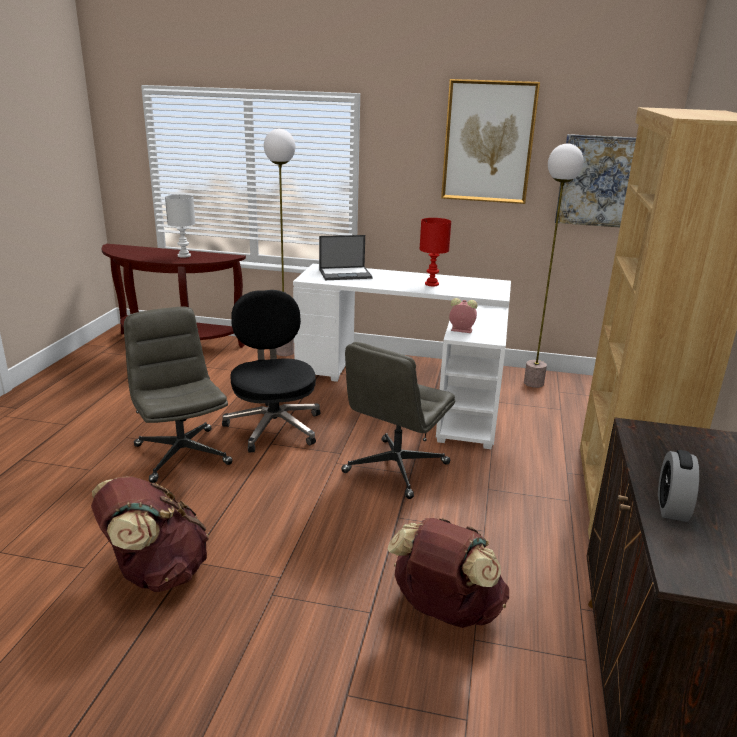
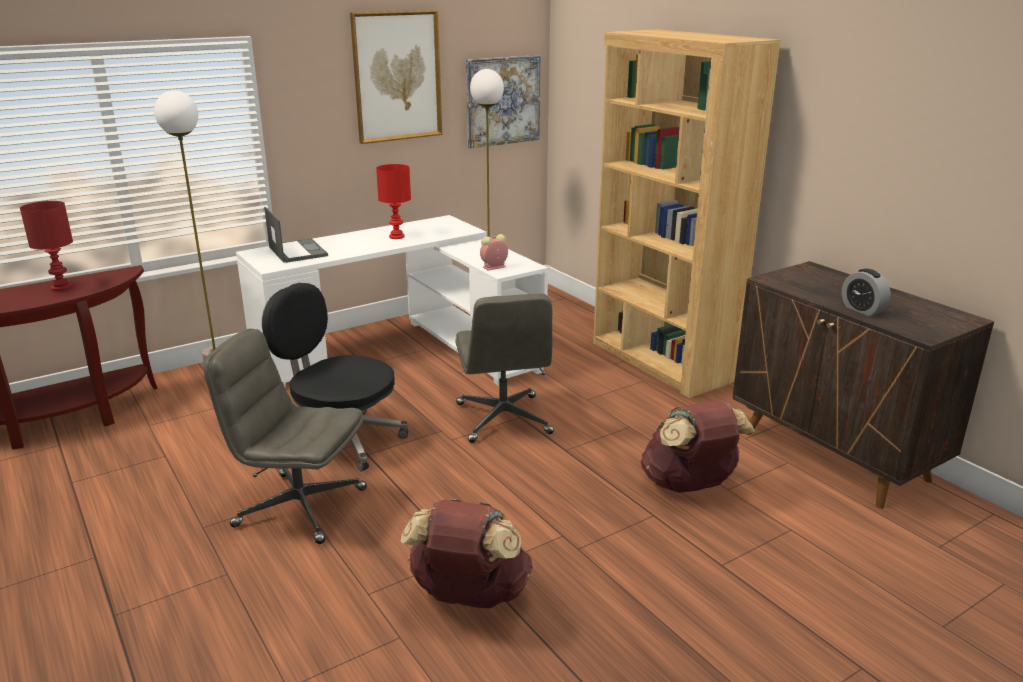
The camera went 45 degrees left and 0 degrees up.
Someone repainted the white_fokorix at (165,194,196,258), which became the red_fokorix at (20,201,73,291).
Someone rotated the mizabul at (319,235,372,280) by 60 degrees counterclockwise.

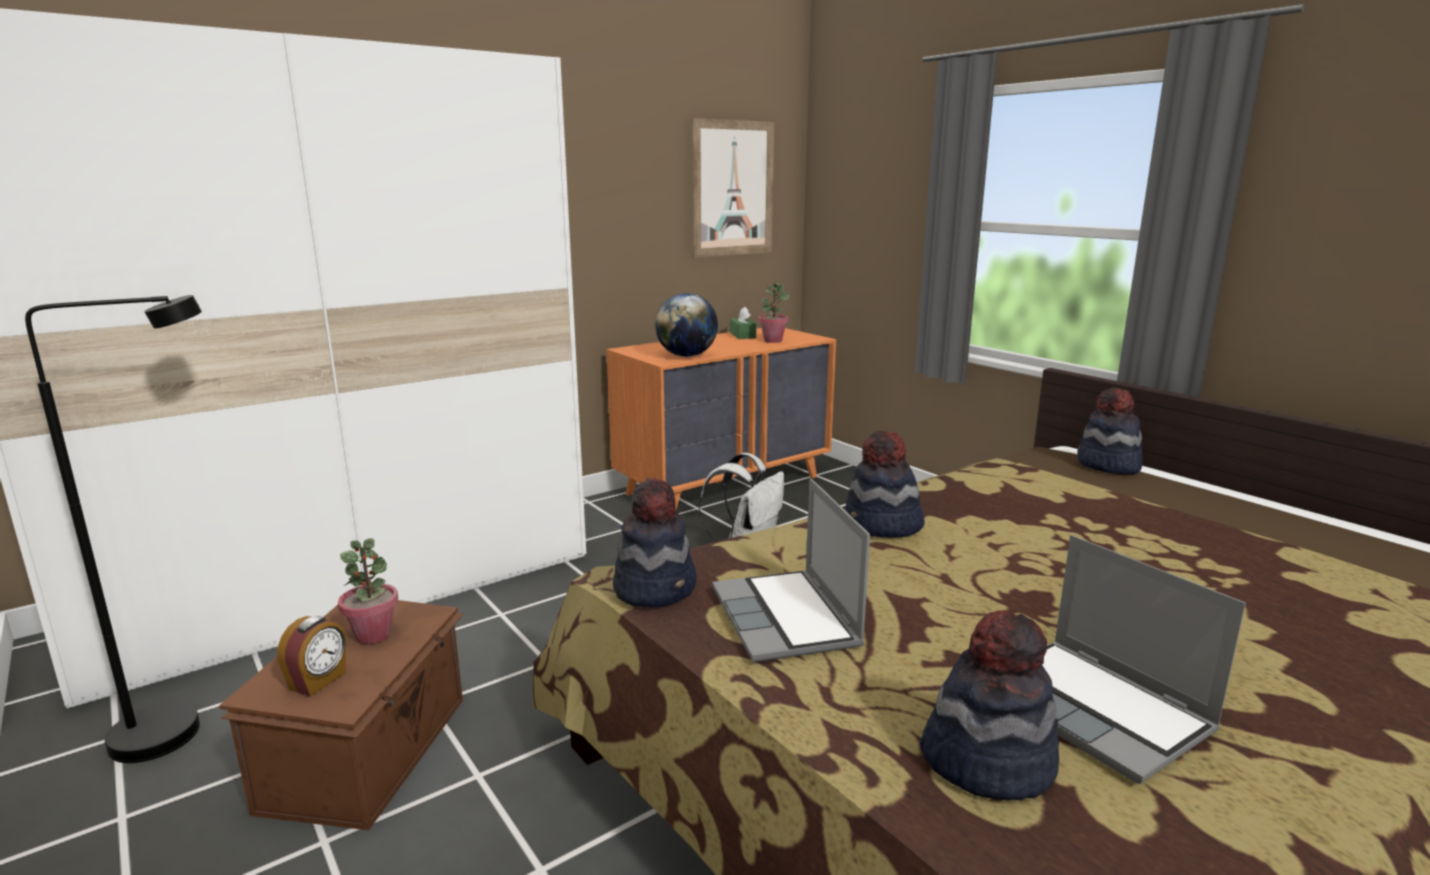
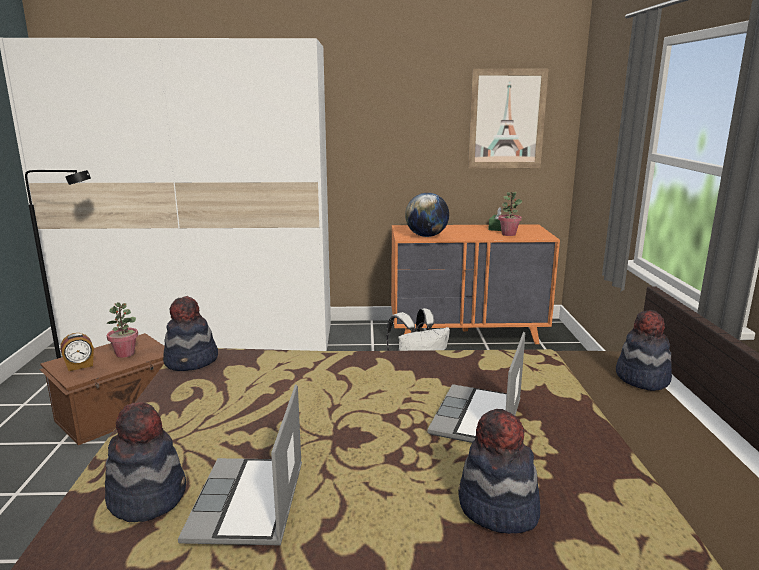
The camera went 35 degrees right and 0 degrees up.
Someone carried the mizabul from (712,478,870,662) to (427,332,525,443).
Someone carried the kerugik from (845,431,925,538) to (458,409,540,534).

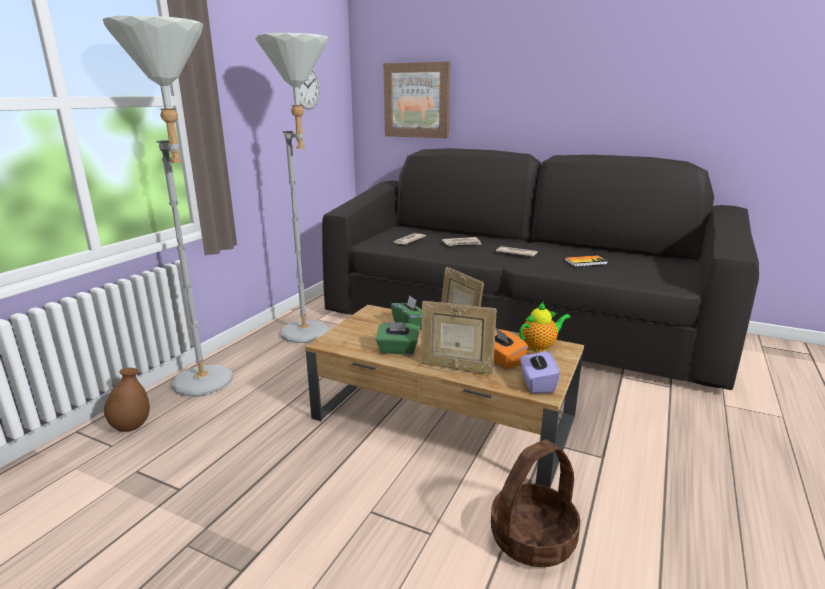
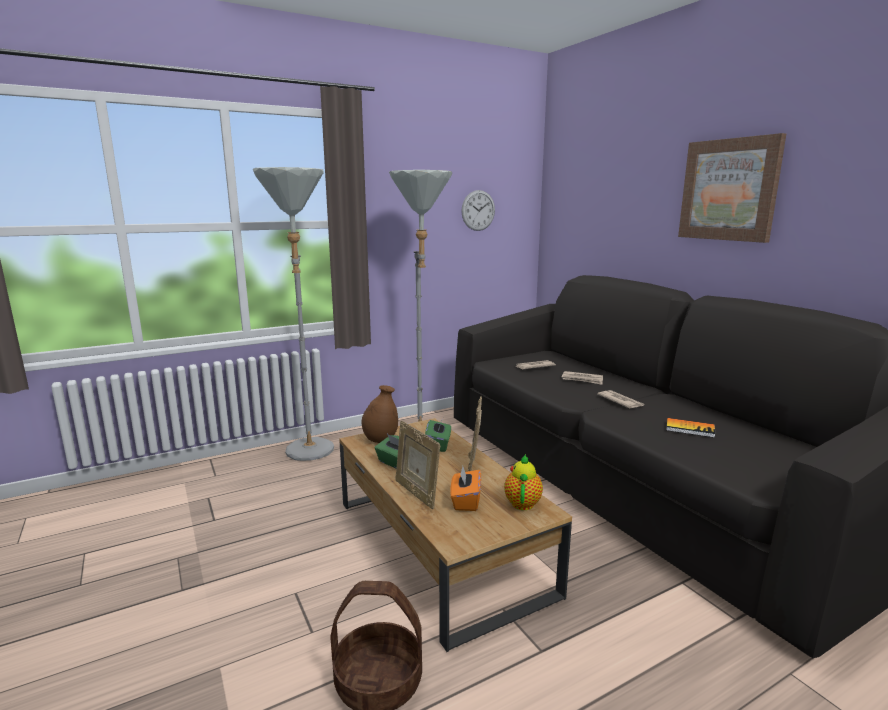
The camera went 35 degrees right and 5 degrees down.
Someone carried the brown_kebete from (104,368,150,432) to (361,385,398,443).
Someone rotated the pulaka at (519,302,571,352) by 90 degrees counterclockwise.
Someone carried the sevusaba from (384,62,450,138) to (678,133,786,243).
Someone took away the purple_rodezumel at (520,349,560,393).

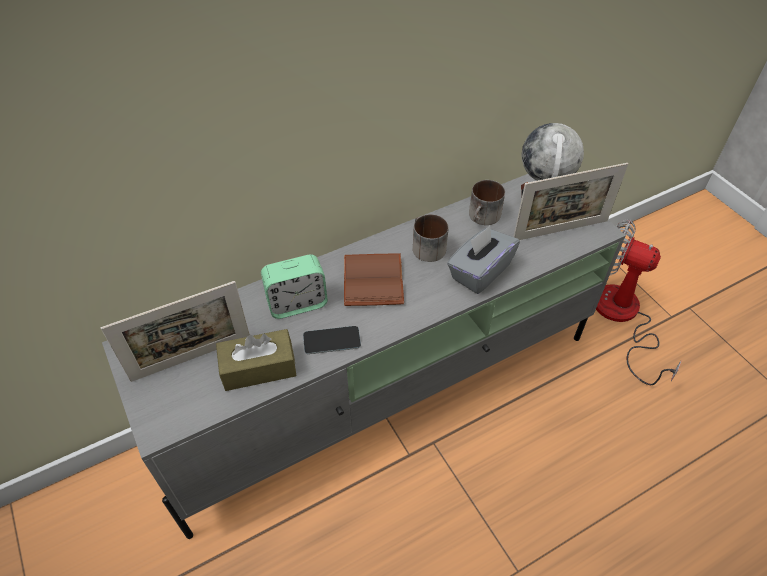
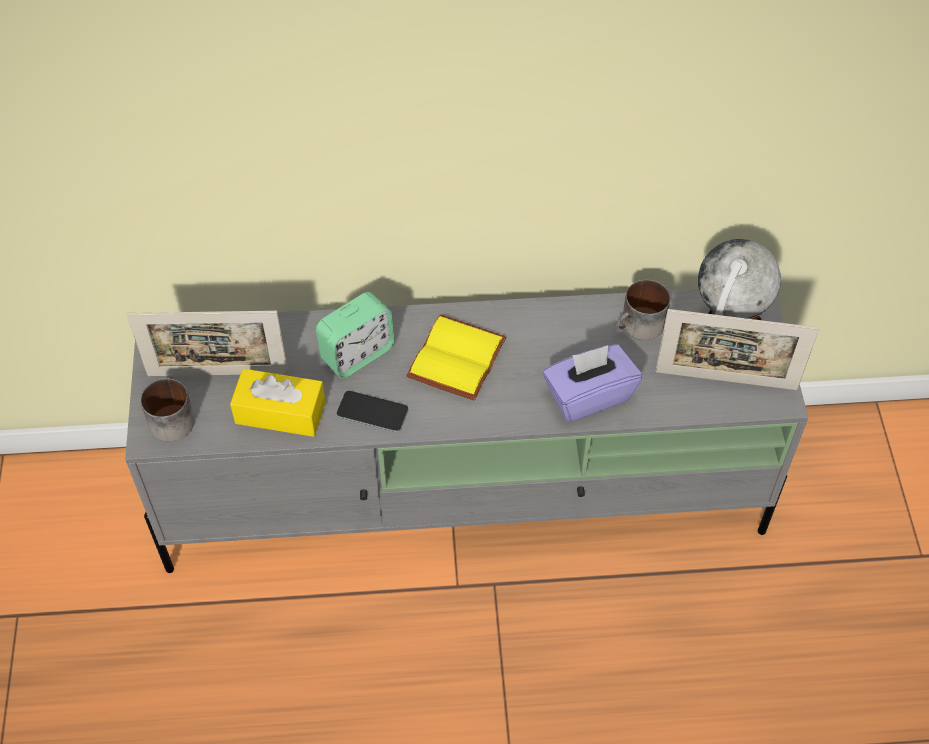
The camera went 25 degrees right and 5 degrees up.
Someone carried the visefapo from (413,214,449,262) to (141,376,195,441).
Someone repainted the brown_rodezumel at (216,329,297,391), which became the yellow_rodezumel at (230,369,325,437).
Someone rotated the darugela at (261,254,328,319) by 45 degrees counterclockwise.
Someone repainted the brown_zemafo at (344,253,404,306), which became the yellow_zemafo at (407,314,506,400).
Someone repainted the grey_rodezumel at (447,226,520,294), which became the purple_rodezumel at (543,344,642,422).
Someone took away the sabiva at (596,219,682,385).

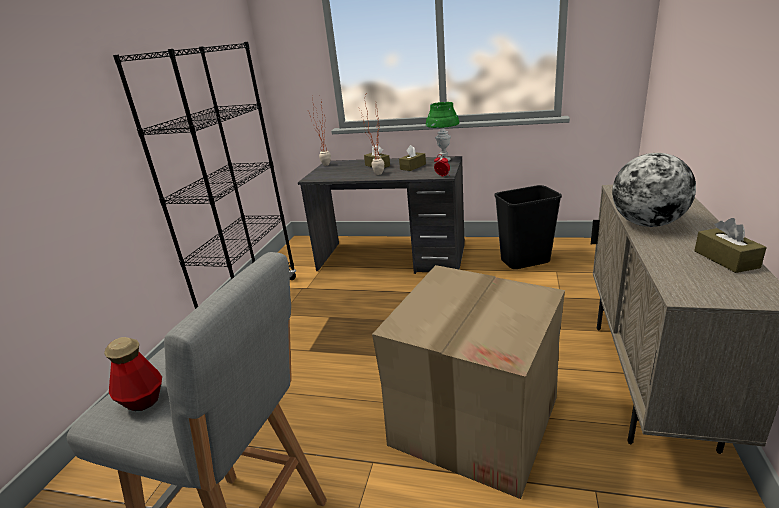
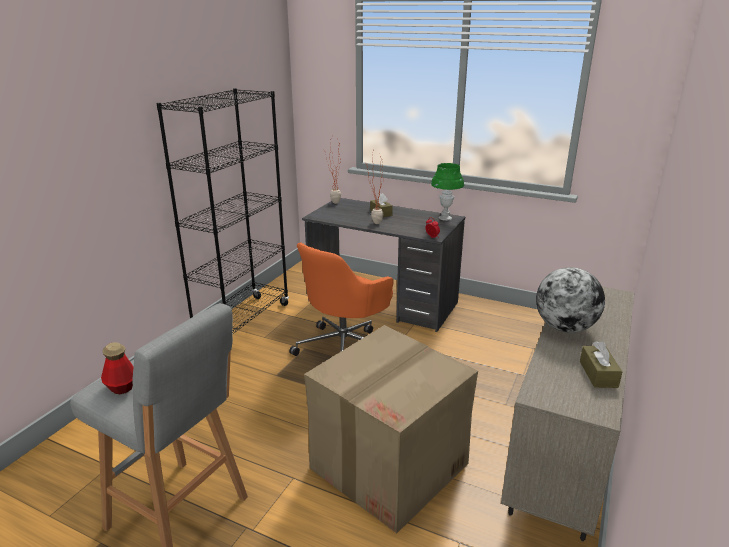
The camera went 10 degrees right and 0 degrees up.
Someone put down the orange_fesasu at (289,242,394,356).
Someone took away the brown_rodezumel at (399,145,426,171).
Someone took away the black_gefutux at (494,185,562,269).

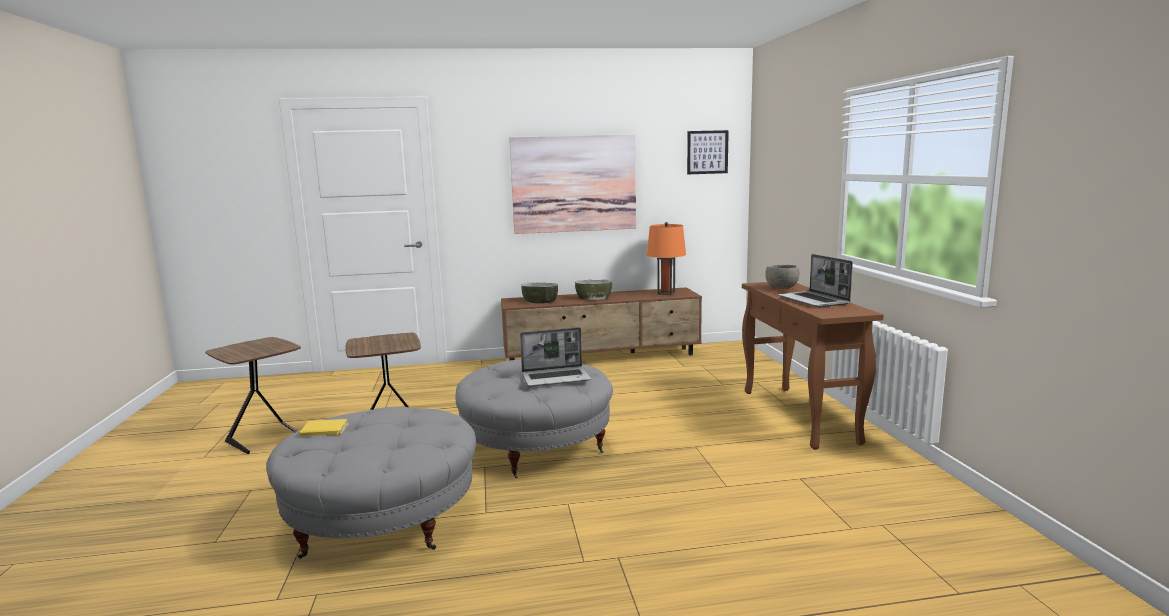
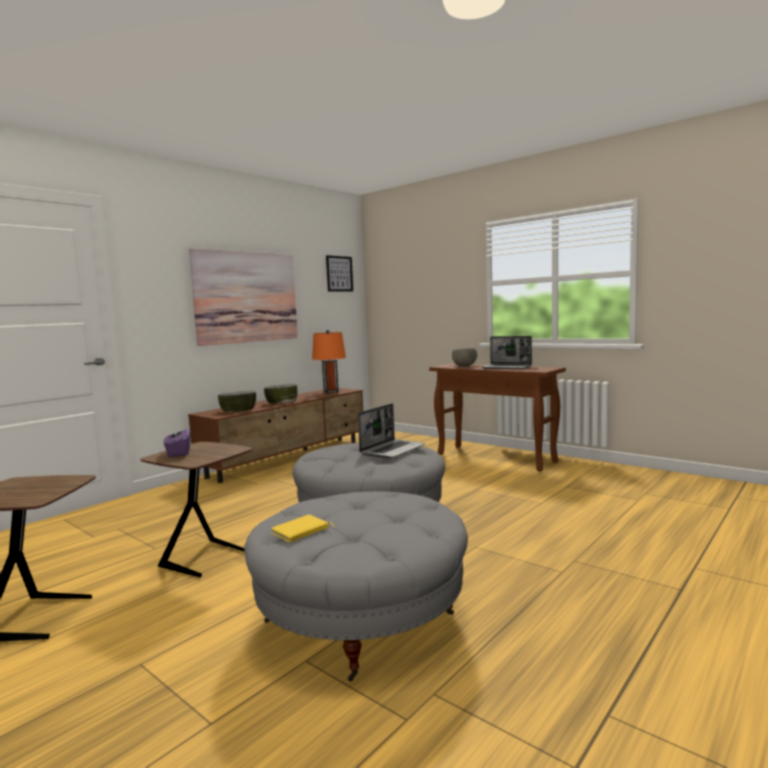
The camera went 40 degrees left and 5 degrees down.
Someone put down the purple_rodezumel at (163,424,191,457).

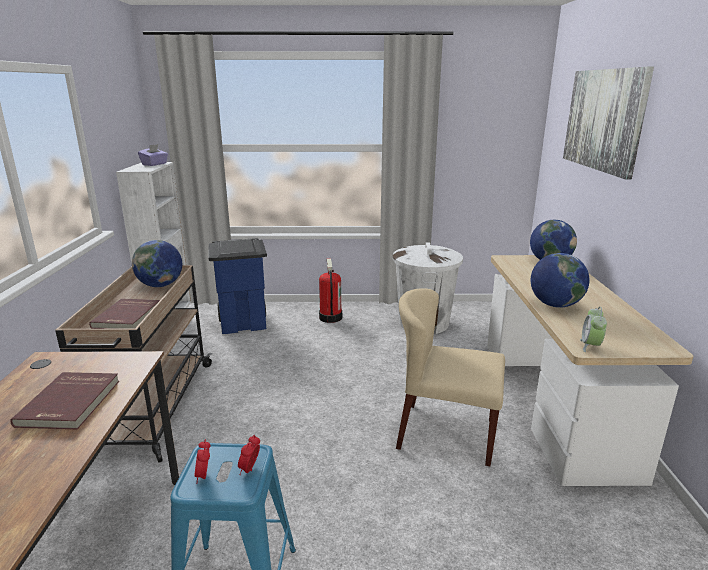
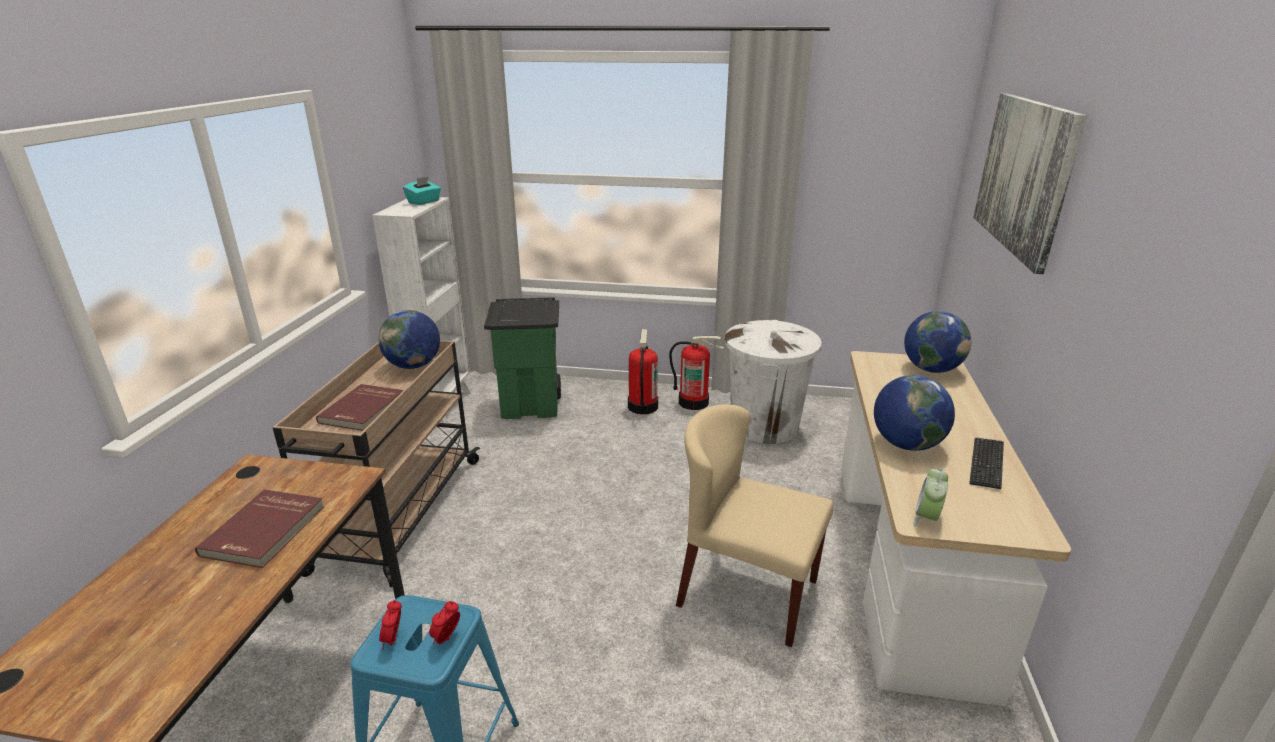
The camera went 10 degrees right and 5 degrees up.
Someone repainted the purple_rodezumel at (138,144,168,166), which became the turquoise_rodezumel at (403,176,441,205).
Someone repainted the blue_gefutux at (208,238,267,334), which became the green_gefutux at (484,297,561,419).
Someone put down the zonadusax at (669,336,724,410).
Someone put down the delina at (969,438,1004,489).

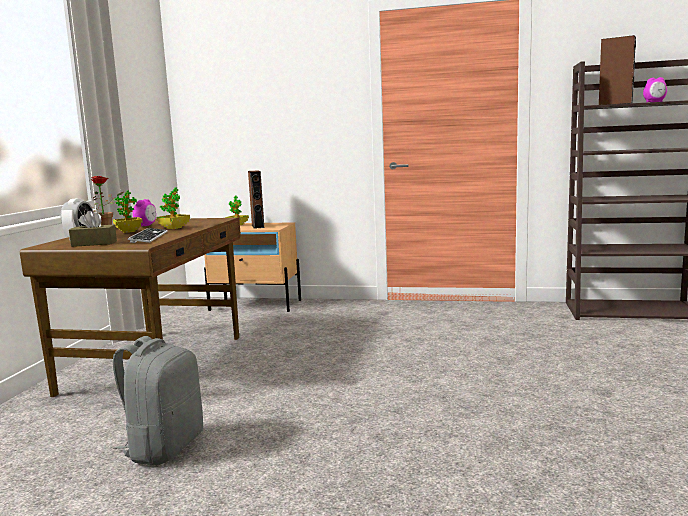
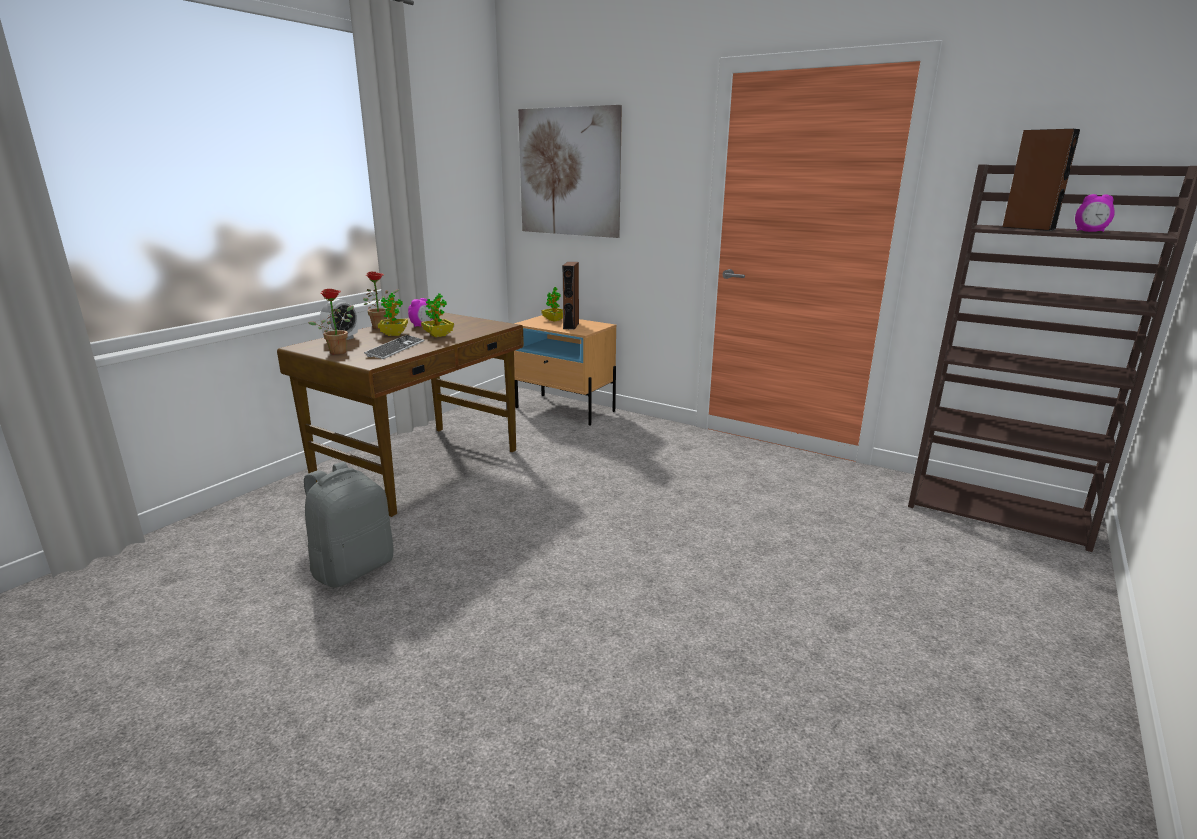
The camera went 20 degrees right and 10 degrees up.
Someone swapped the brown_rodezumel at (69,211,117,247) for the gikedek at (308,289,354,355).
Someone put up the sevusaba at (518,105,622,238).

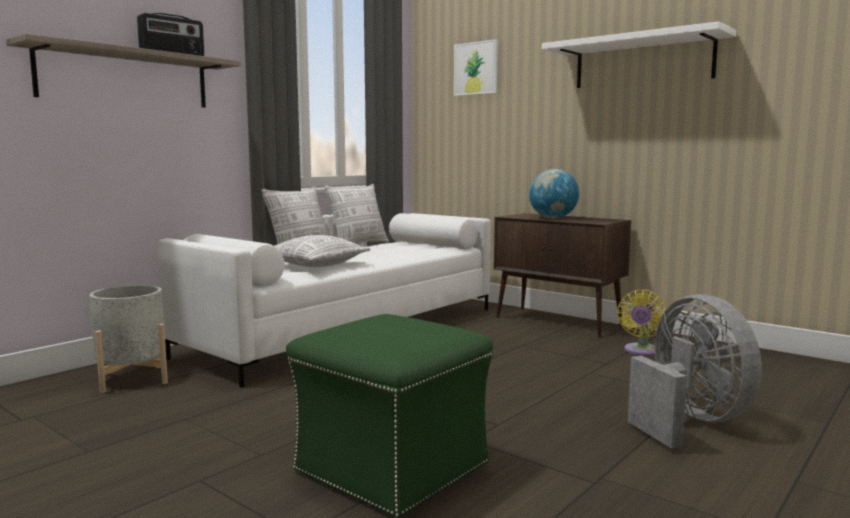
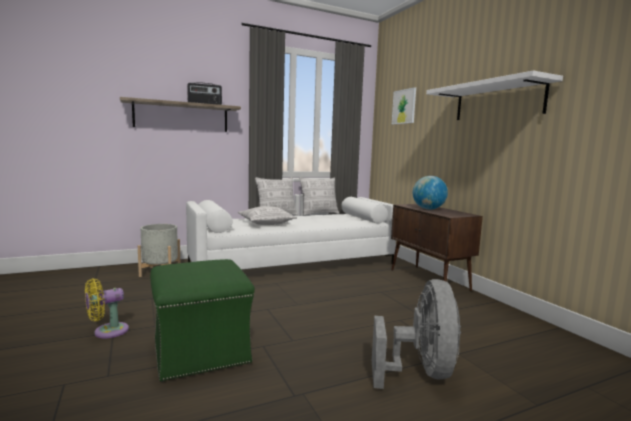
The camera went 25 degrees right and 0 degrees up.
Someone carried the yellow_sabiva from (617,290,667,356) to (85,278,129,338).

